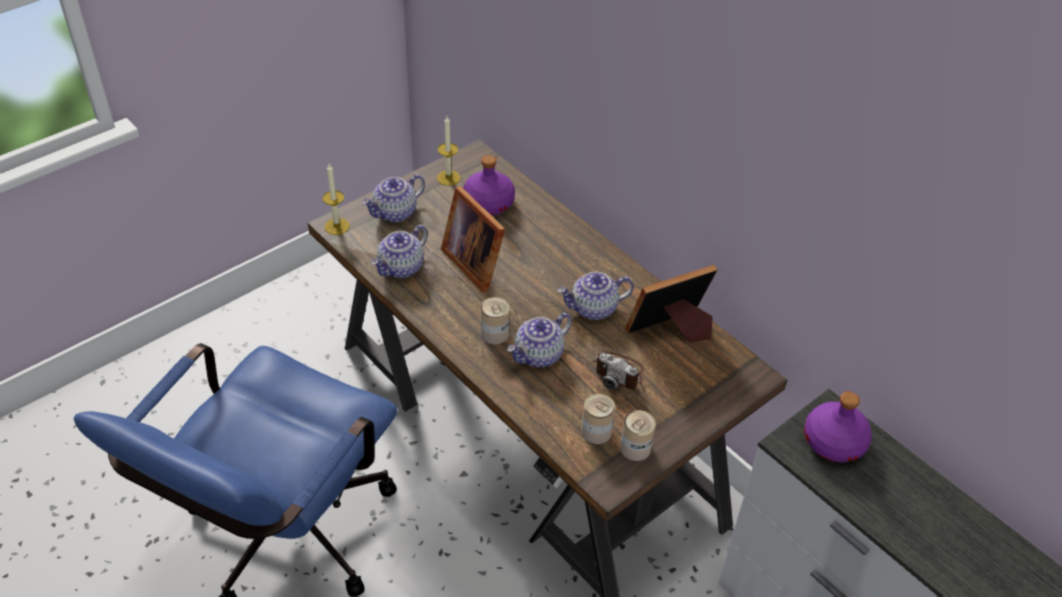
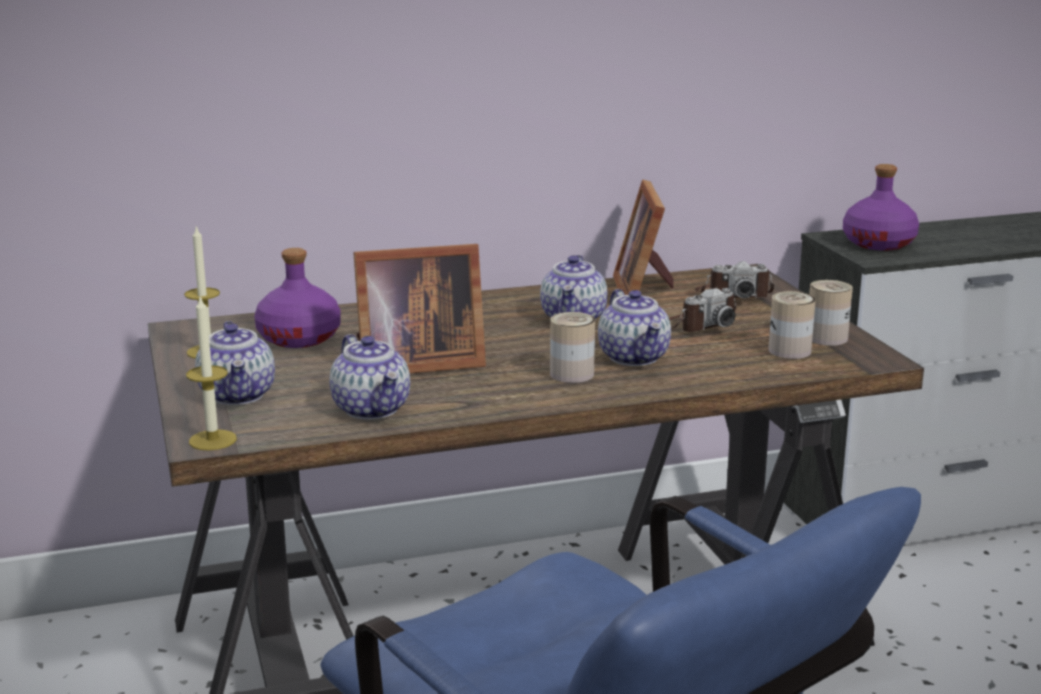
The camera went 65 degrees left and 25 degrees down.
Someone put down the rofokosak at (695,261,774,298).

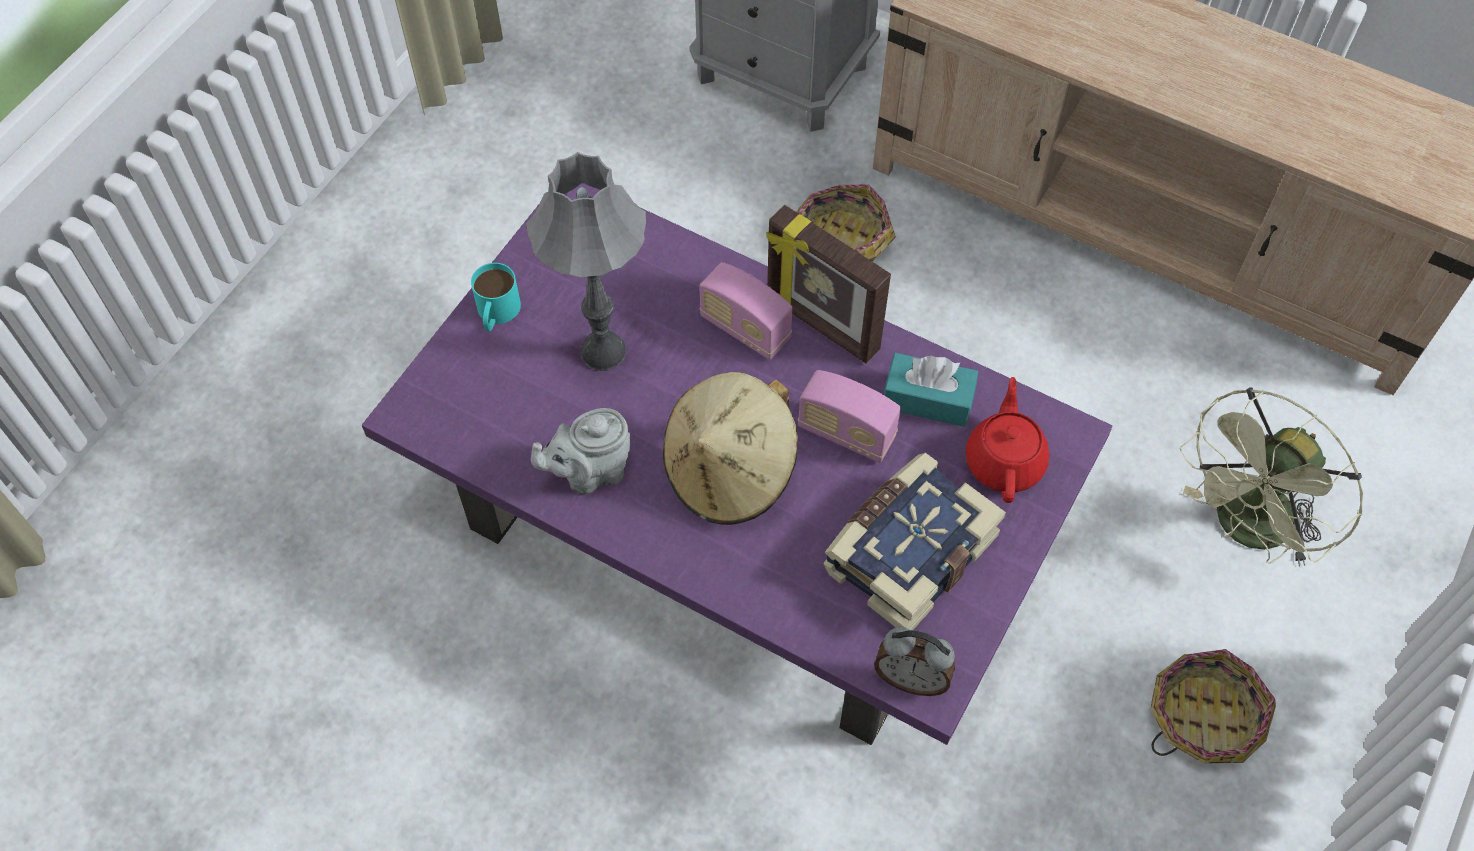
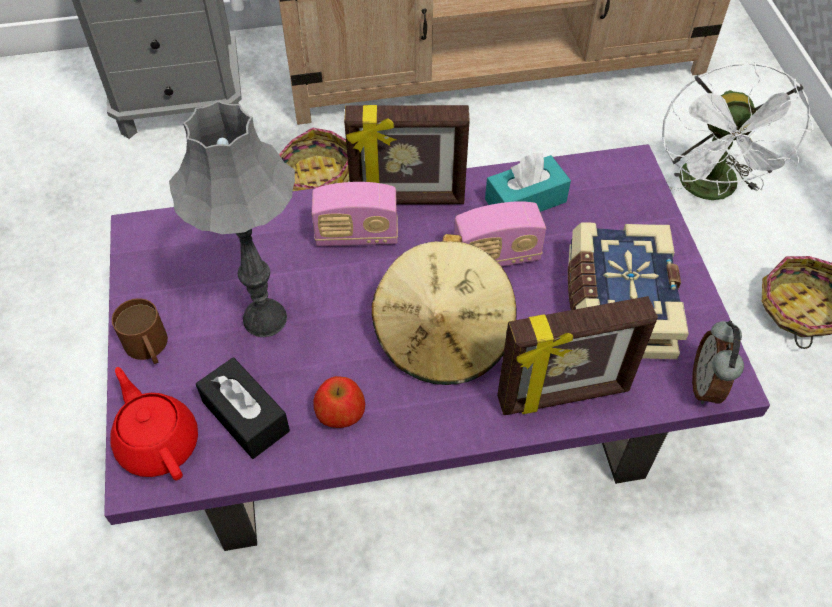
The camera went 40 degrees left and 5 degrees down.
Someone carried the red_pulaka from (966,377,1049,503) to (110,367,198,480).
Someone repainted the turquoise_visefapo at (471,263,521,331), which became the brown_visefapo at (112,298,168,364).
Someone put down the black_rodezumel at (196,357,290,459).
Someone swapped the grey_pulaka at (531,408,630,494) for the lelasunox at (313,376,365,428).
Someone put down the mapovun at (497,296,658,415).
Someone repainted the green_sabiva at (1180,388,1363,566), which became the white_sabiva at (662,62,814,200).
Someone rotated the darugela at (874,627,955,696) by 120 degrees clockwise.

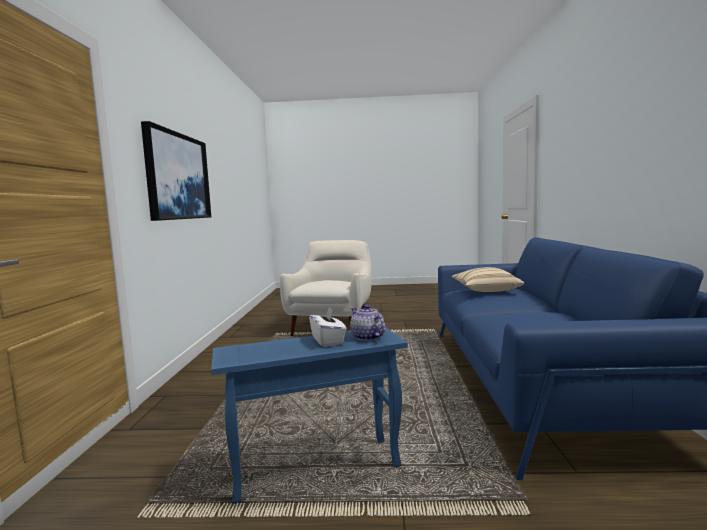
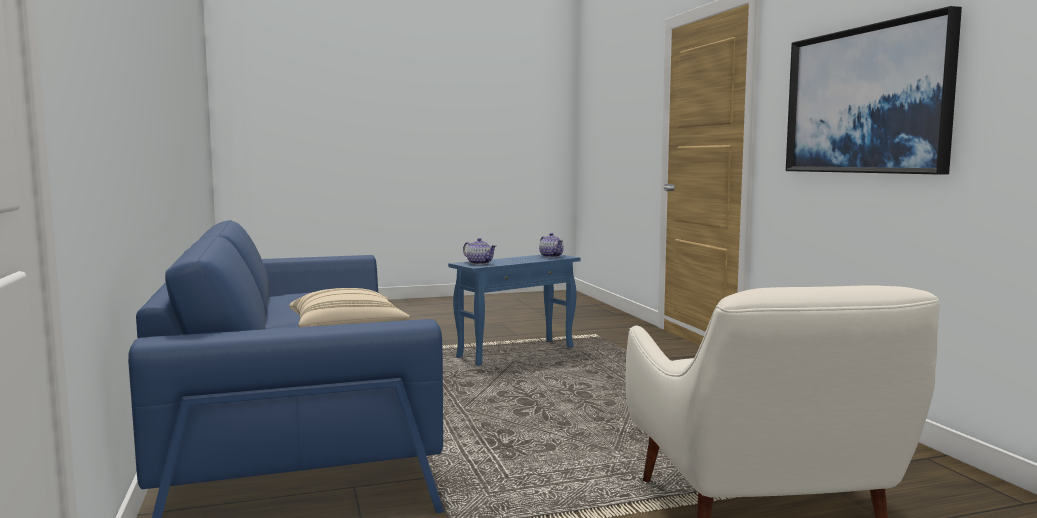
The camera went 160 degrees right and 0 degrees up.
Someone put down the pulaka at (539,233,564,258).
Someone took away the white_rodezumel at (309,307,346,347).

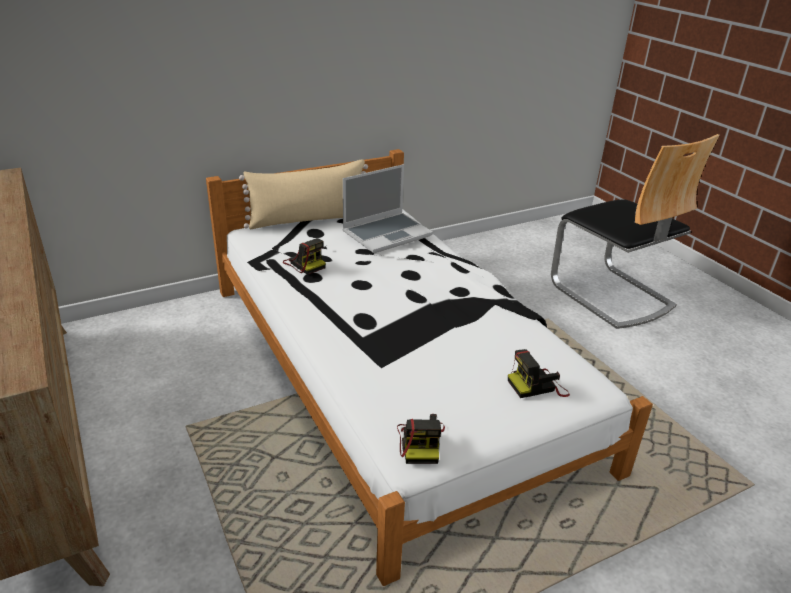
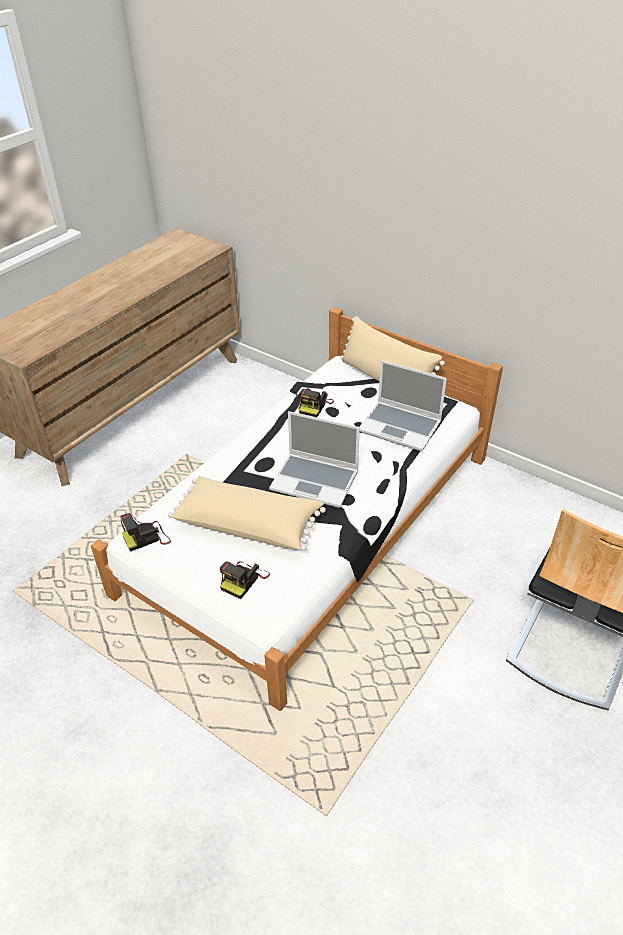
The camera went 65 degrees right and 10 degrees up.
Someone put down the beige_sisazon at (168,476,326,551).
Someone rotated the rofokosak at (508,349,570,398) by 105 degrees counterclockwise.
Someone put down the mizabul at (269,411,360,508).

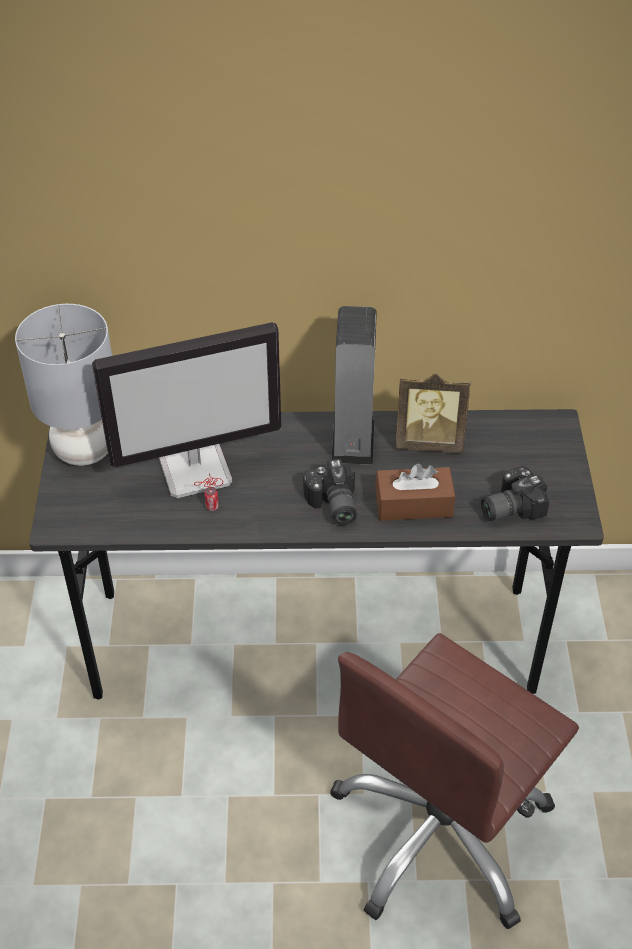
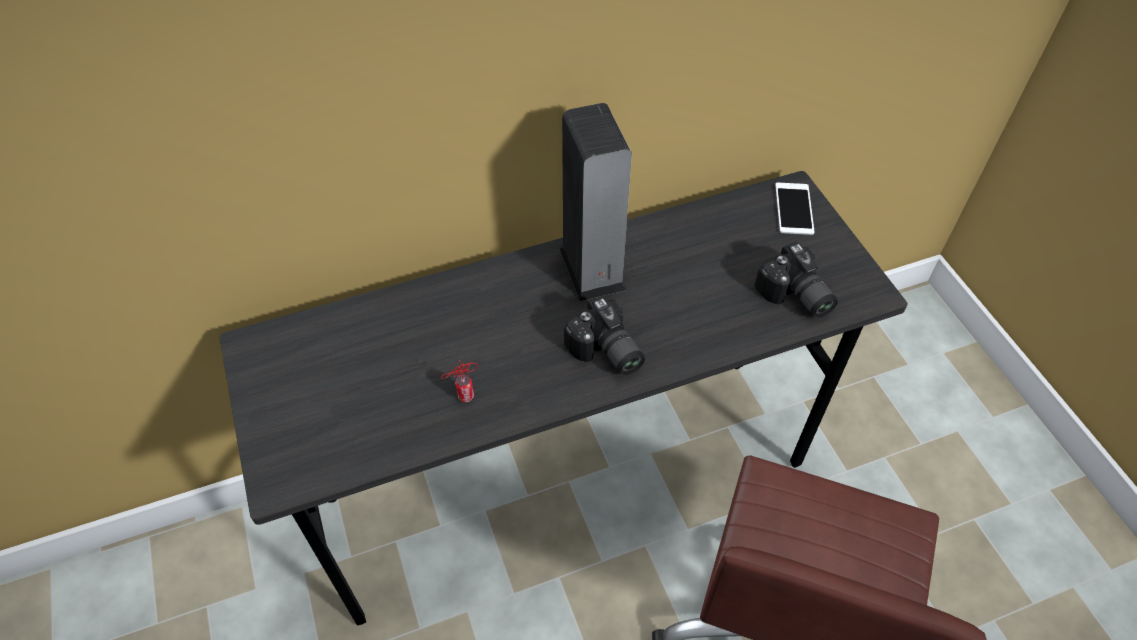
The camera went 20 degrees left and 5 degrees up.
Someone rotated the rofokosak at (481,466,549,521) by 75 degrees counterclockwise.
Someone put down the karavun at (775,183,814,235).
Someone took away the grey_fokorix at (15,304,112,466).
Someone took away the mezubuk at (92,322,281,498).
Someone took away the brown_rodezumel at (375,464,455,521).
Someone took away the mapovun at (395,373,471,453).

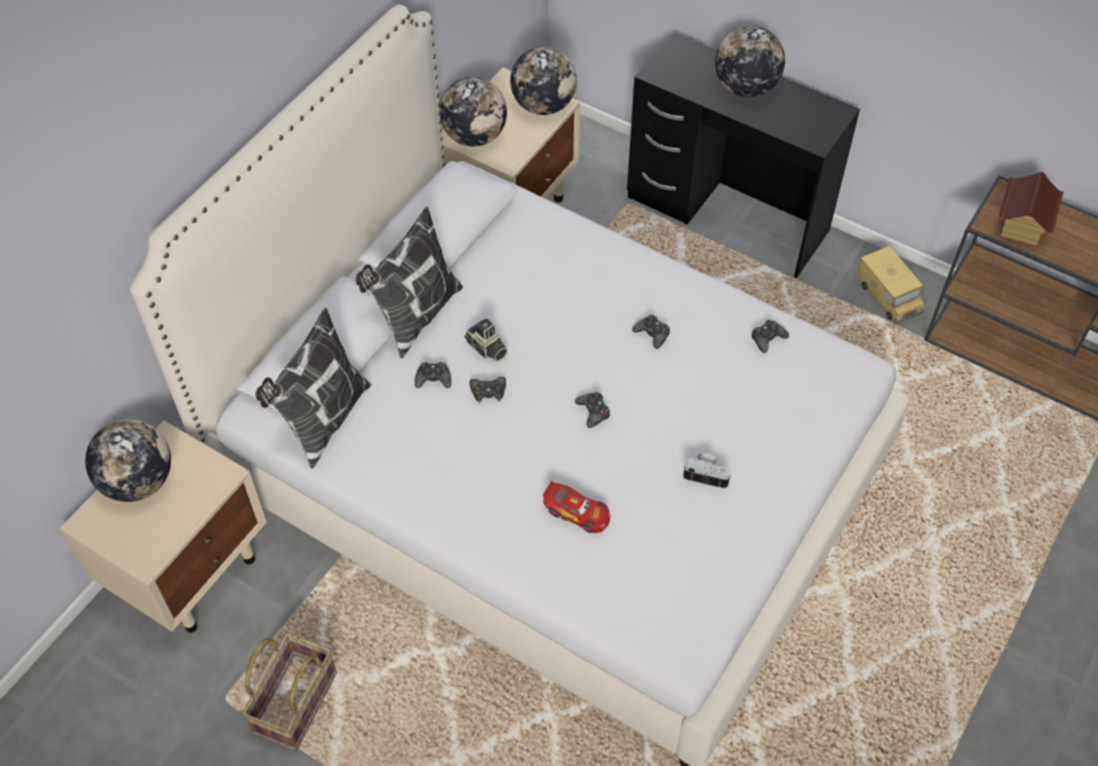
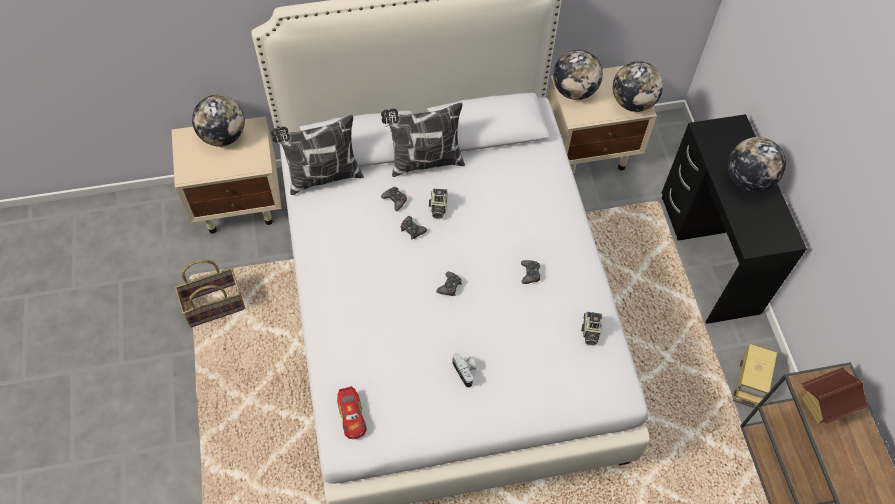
The camera went 45 degrees right and 5 degrees up.
Someone carried the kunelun from (543,481,610,533) to (337,386,367,439).
Someone swapped the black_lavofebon at (752,320,789,353) for the rofokosak at (581,312,603,346).

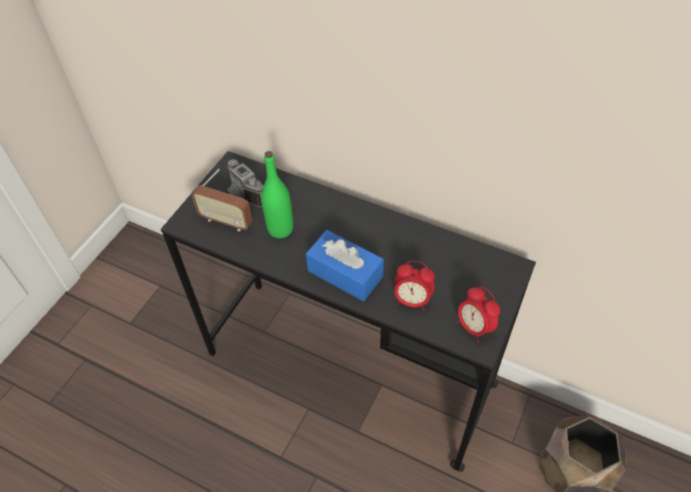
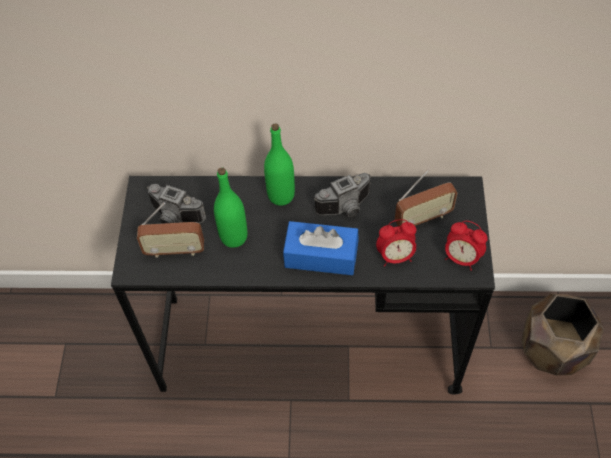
The camera went 25 degrees left and 5 degrees up.
Someone put down the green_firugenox at (264,124,295,206).
Someone put down the rofokosak at (314,173,371,217).
Someone put down the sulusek at (395,169,457,226).

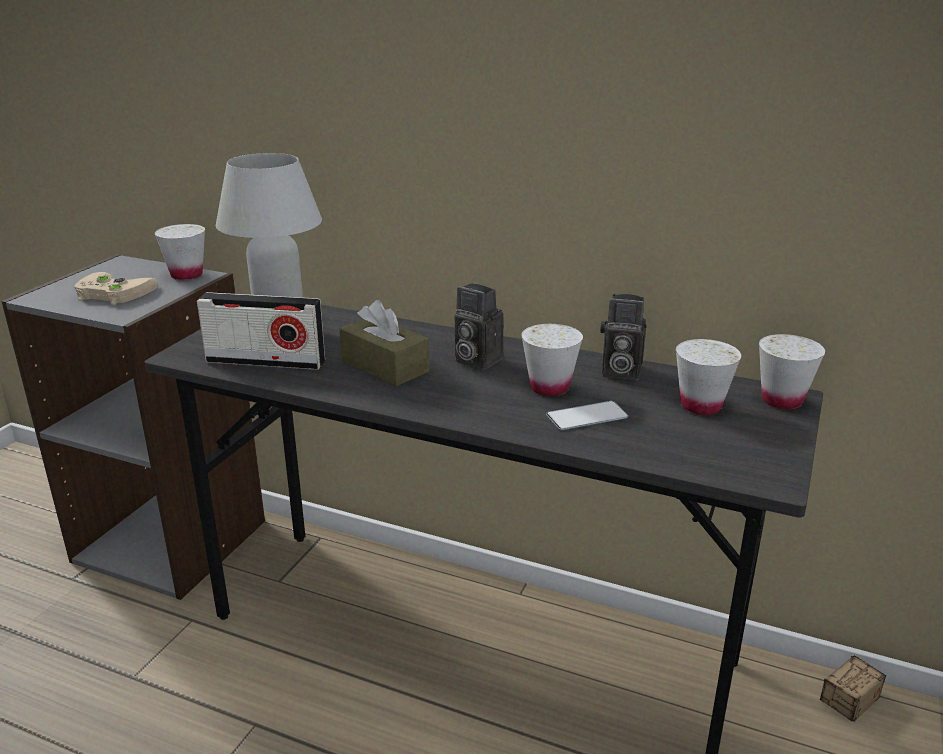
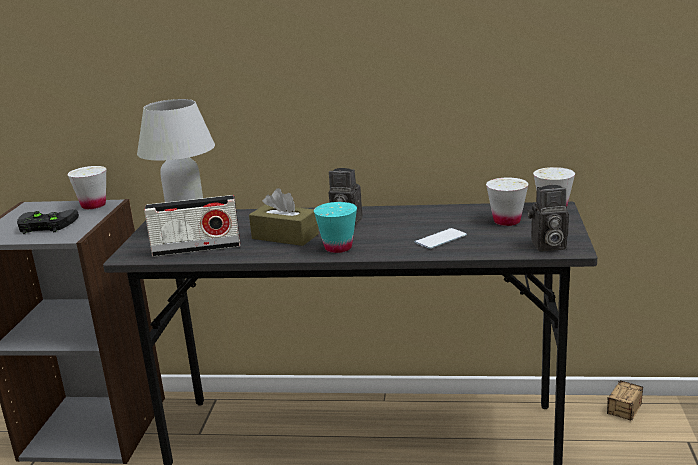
The camera went 15 degrees left and 5 degrees down.
Someone repainted the beige_lavofebon at (74,272,158,305), which became the black_lavofebon at (17,209,79,234).
Someone put down the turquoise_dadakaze at (314,202,357,253).
Someone carried the rofokosak from (600,294,647,380) to (528,185,569,251).
Someone took away the white_dadakaze at (521,324,583,396).

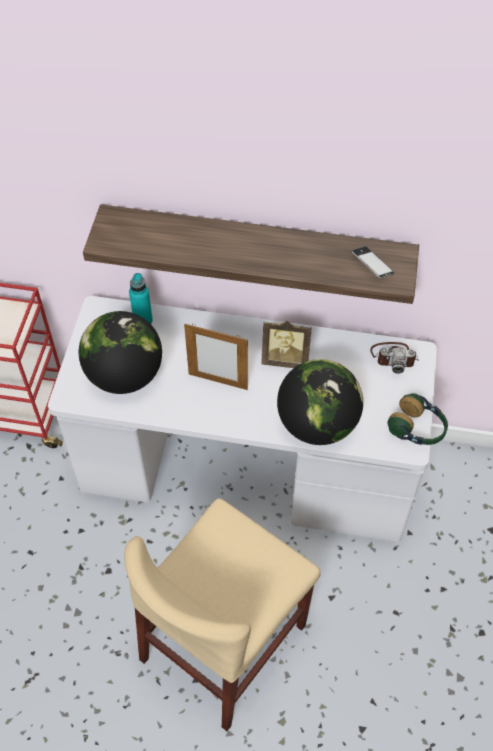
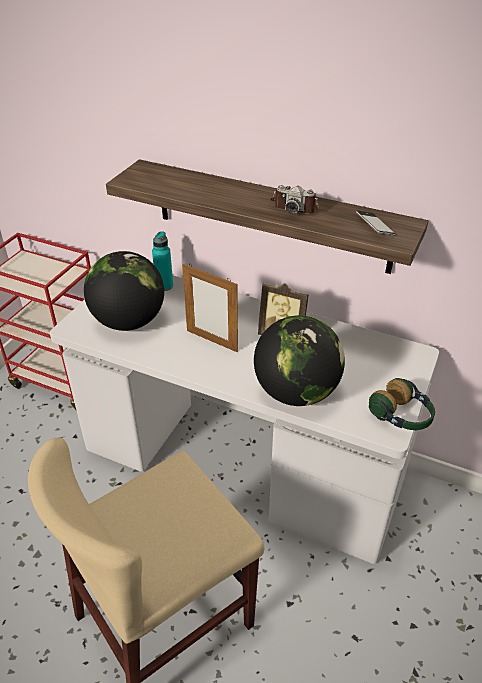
The camera went 15 degrees right and 15 degrees down.
Someone carried the rofokosak from (370,342,419,374) to (271,185,319,214).

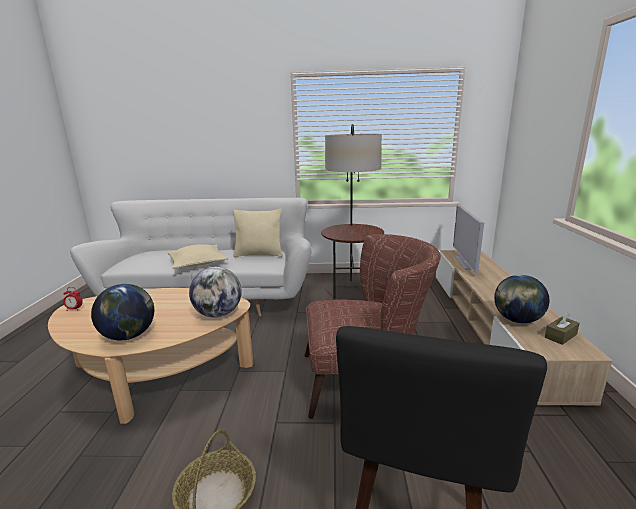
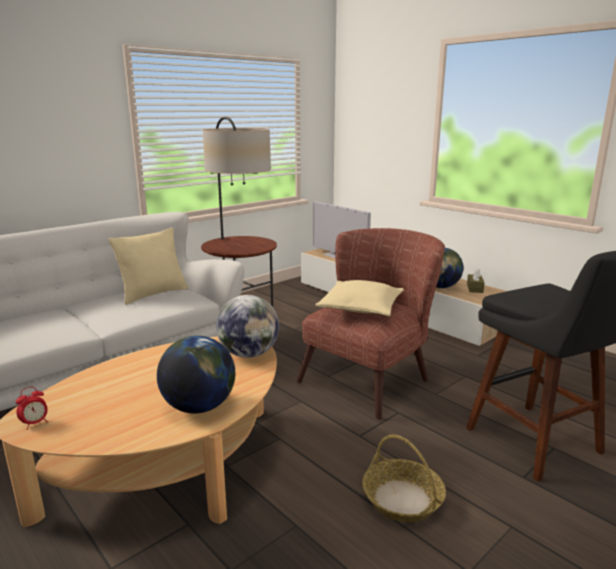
The camera went 45 degrees left and 0 degrees up.
Someone carried the beige_sisazon from (168,244,228,269) to (315,280,404,316).

